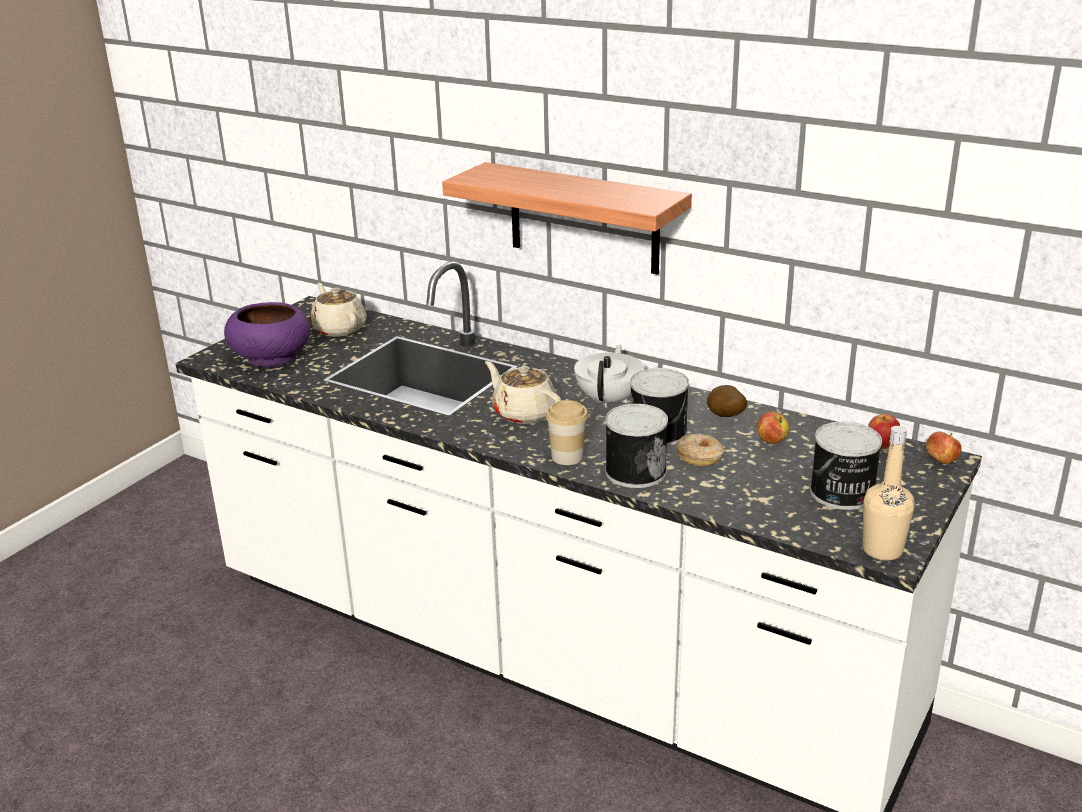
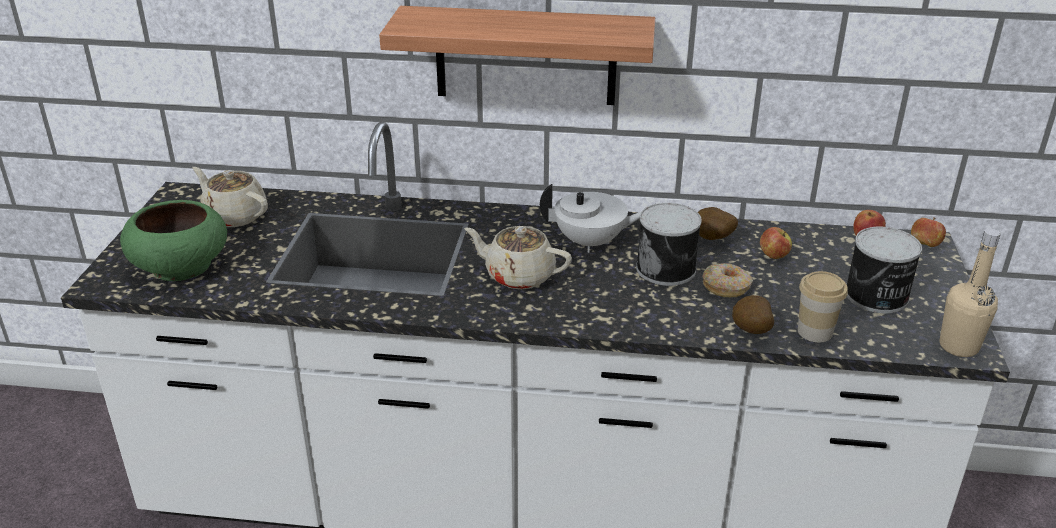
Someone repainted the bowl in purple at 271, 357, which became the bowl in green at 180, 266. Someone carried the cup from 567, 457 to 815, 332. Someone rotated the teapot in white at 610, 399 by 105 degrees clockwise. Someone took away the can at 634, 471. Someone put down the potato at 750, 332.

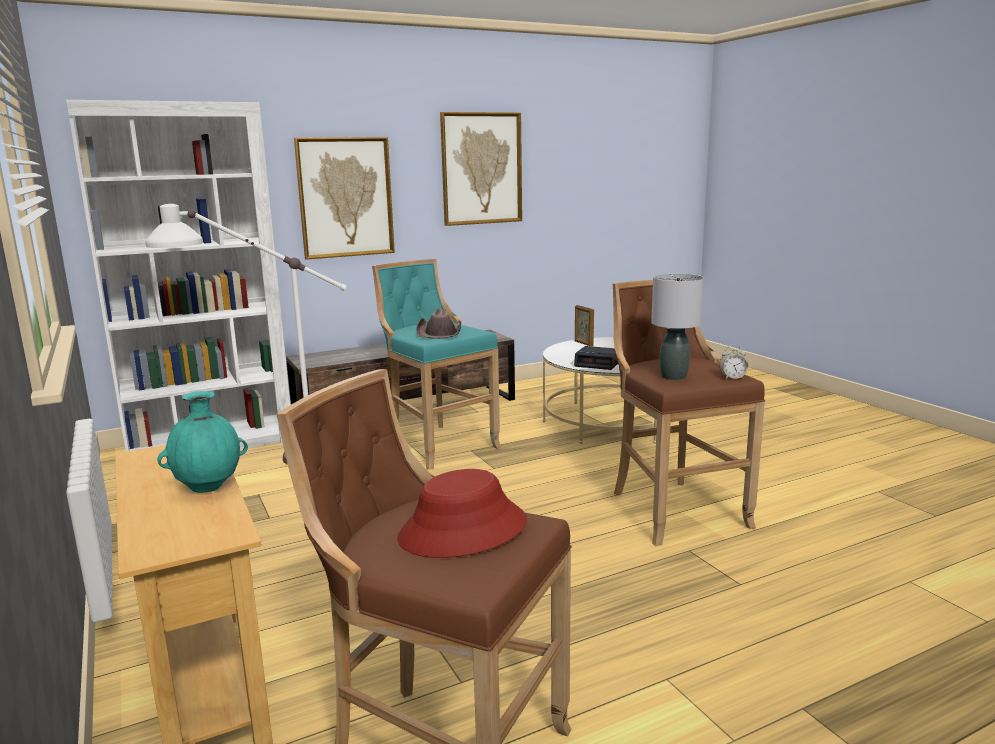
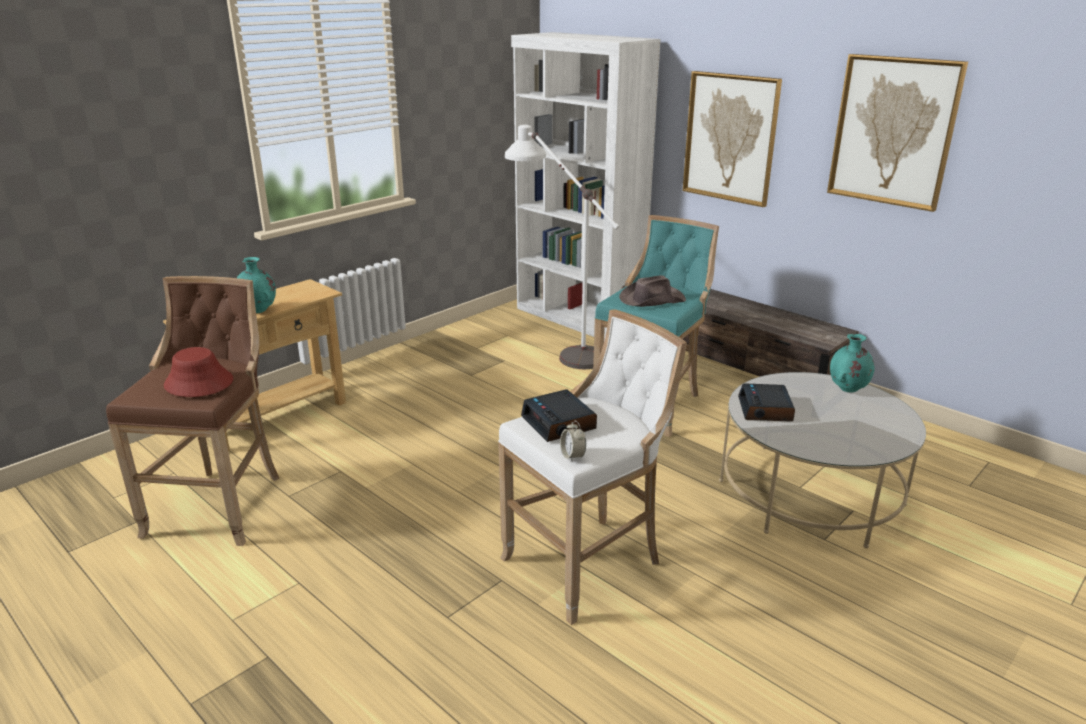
Someone swapped the picture frame at 583, 343 for the vase in turquoise at 847, 389. Someone repainted the stool in brown at 673, 509, which became the stool in white at 588, 562. Someone swapped the table lamp in grey at 674, 376 for the alarm clock at 559, 423.

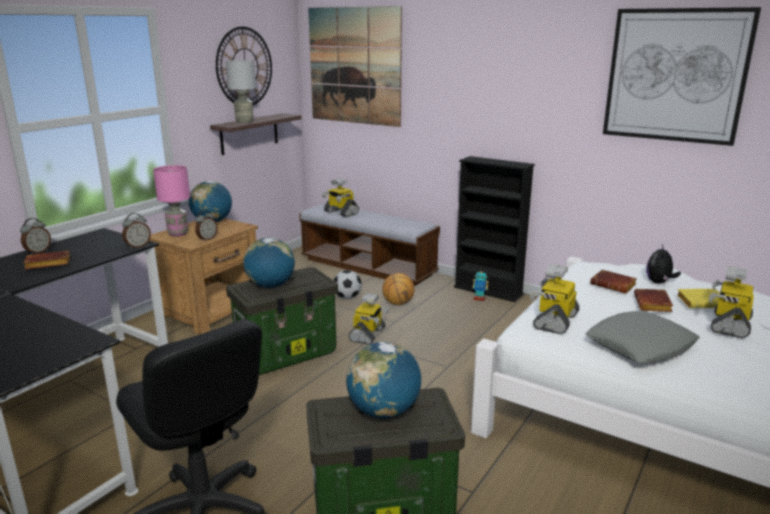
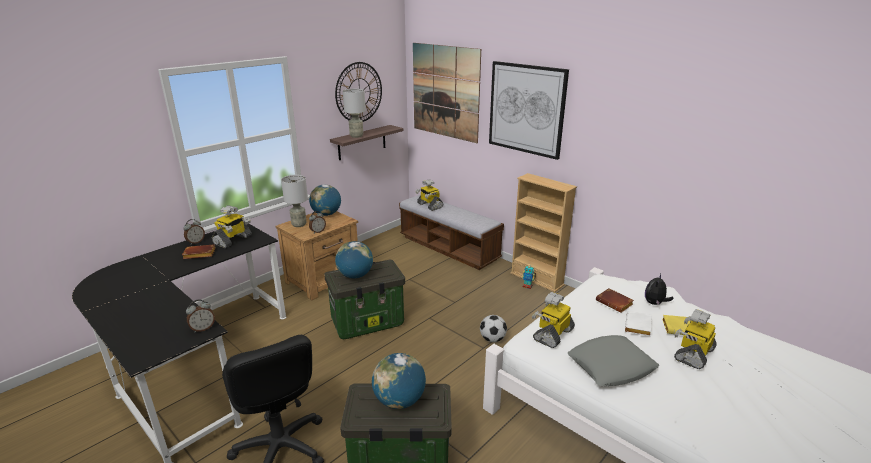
Someone carried the alarm clock from 138, 246 to 203, 328. Someone repainted the table lamp in pink at 177, 234, which became the table lamp in grey at 298, 224. Someone carried the football from 347, 297 to 492, 339. Someone carried the toy robot from 368, 335 to 233, 240. Someone took away the basketball at 398, 303. Someone repainted the bookcase in black at 488, 290, which became the bookcase in beige at 536, 279. Someone carried the picture from 675, 76 to 526, 109. Someone repainted the book in brown at 654, 305, which became the book in white at 639, 327.

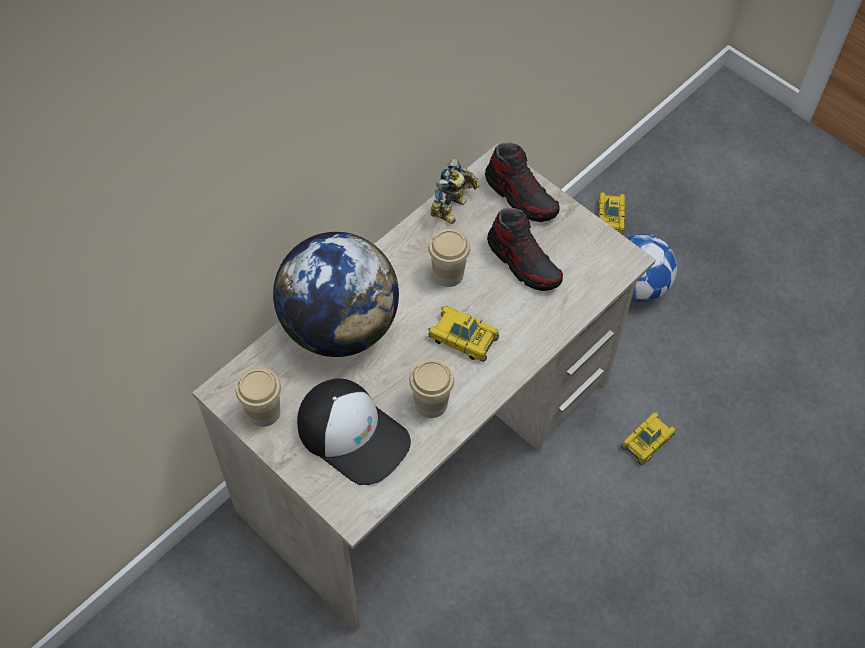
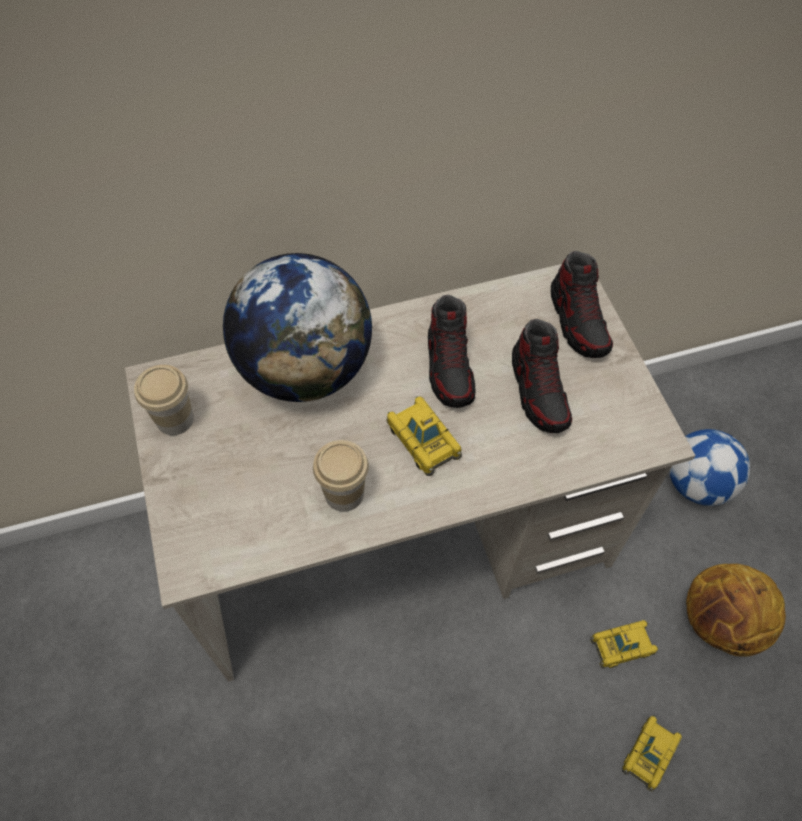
Someone took away the cap at 353, 434. Someone swapped the cup at 448, 274 for the shoe at 450, 366. Someone took away the toy robot at 453, 208. Someone carried the toy car from 610, 217 to 650, 753. Someone put down the basketball at 720, 623.

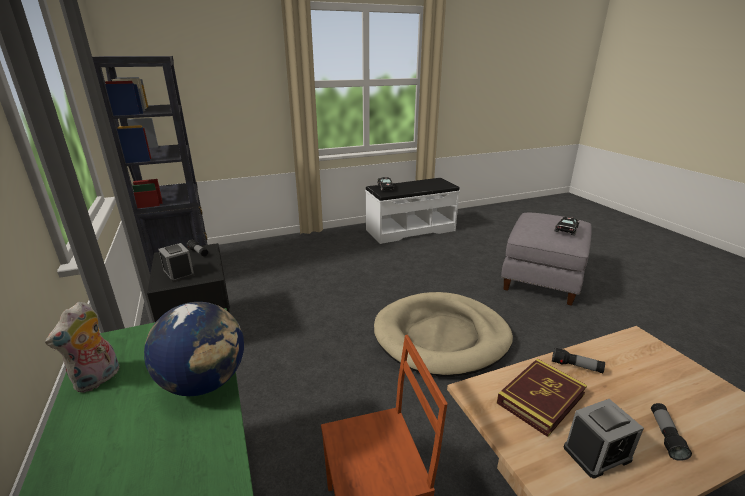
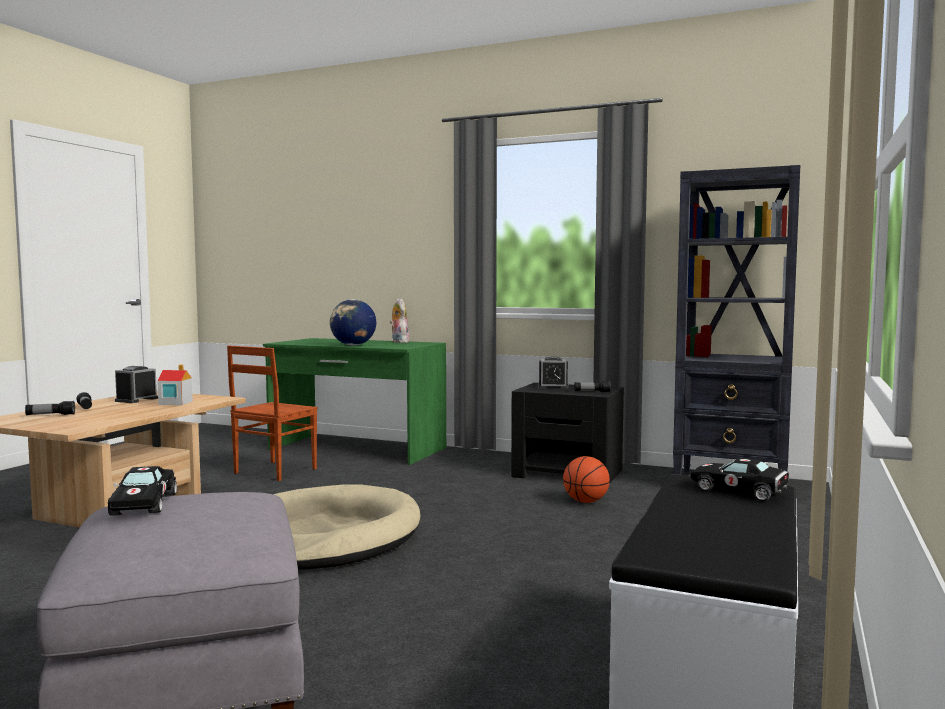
Someone swapped the book at 540, 399 for the toy house at 175, 403. Someone carried the flashlight from 576, 366 to 50, 415. Someone put down the basketball at 586, 502.

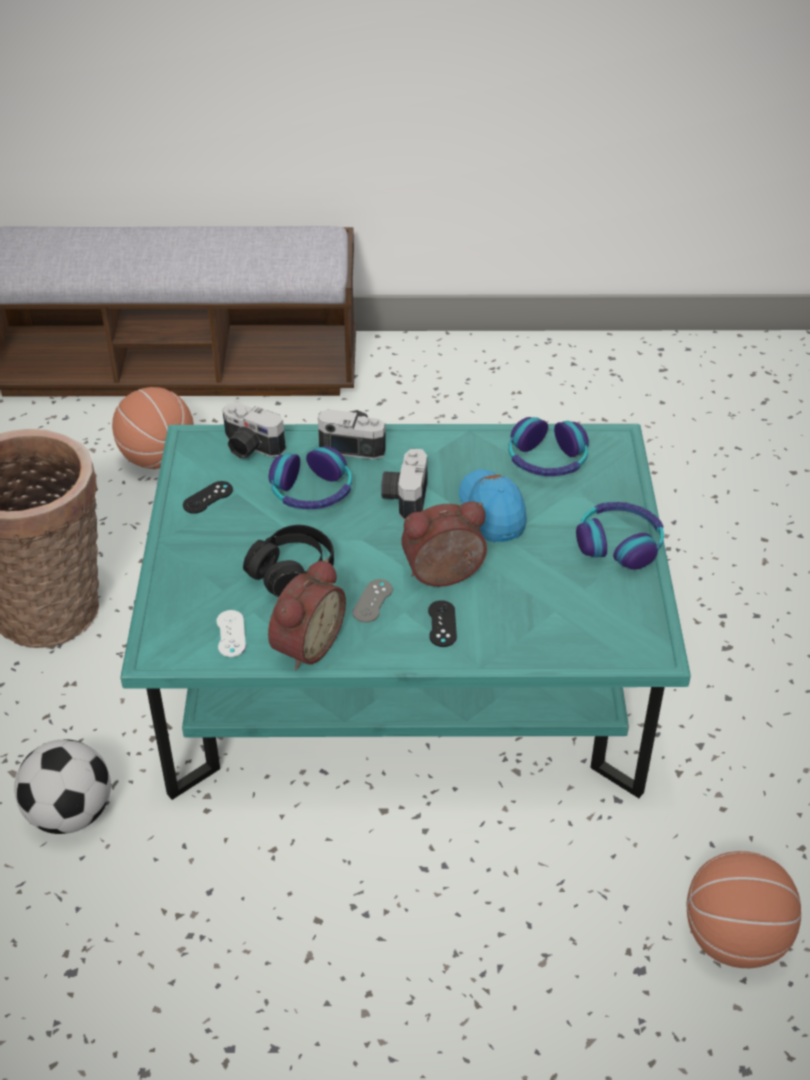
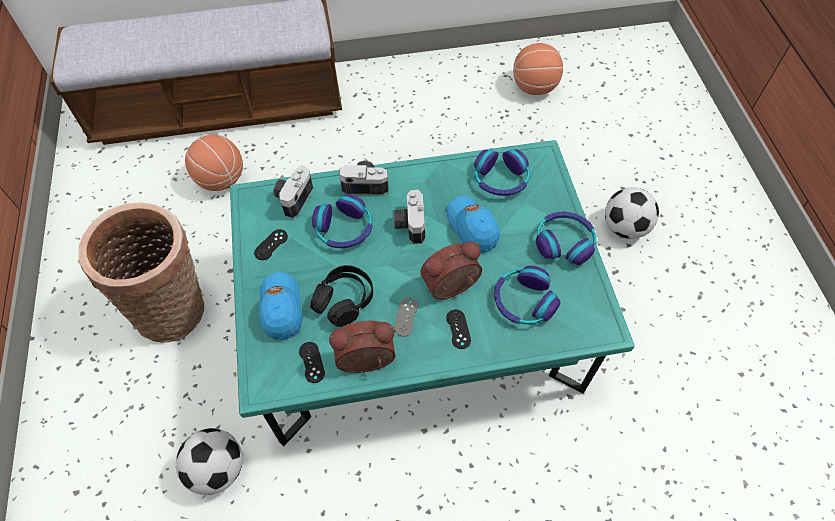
Someone repainted the game controller in white at 231, 634, which became the game controller in black at 312, 362. Someone rotated the photo camera at 250, 448 by 90 degrees clockwise. Someone rotated the alarm clock at 304, 644 by 120 degrees counterclockwise. Someone carried the basketball from 735, 938 to 534, 87. Someone put down the cap in blue at 281, 309. Someone put down the headphones at 523, 301. Someone put down the football at 624, 228.

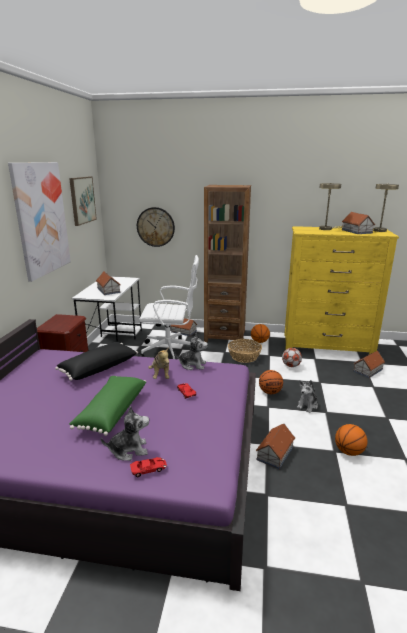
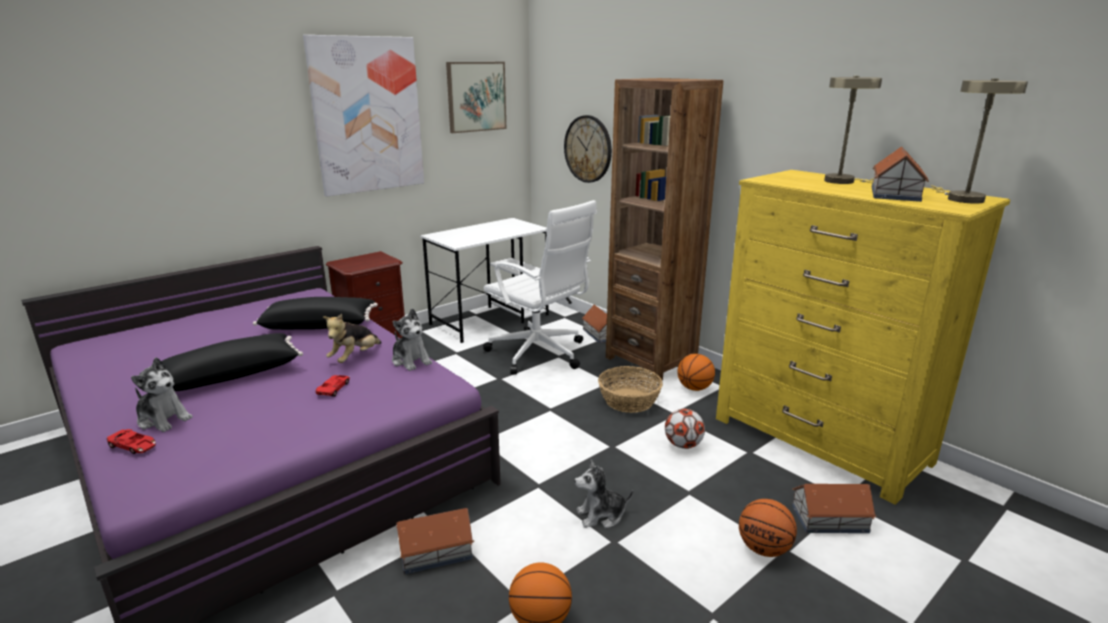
Someone repainted the pillow in green at 111, 412, which became the pillow in black at 232, 375. Someone took away the toy house at 108, 290. Someone carried the basketball from 270, 392 to 764, 549.

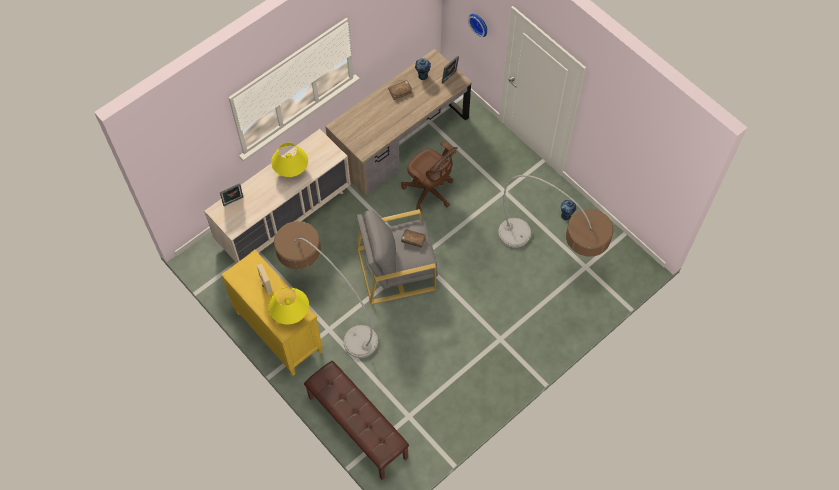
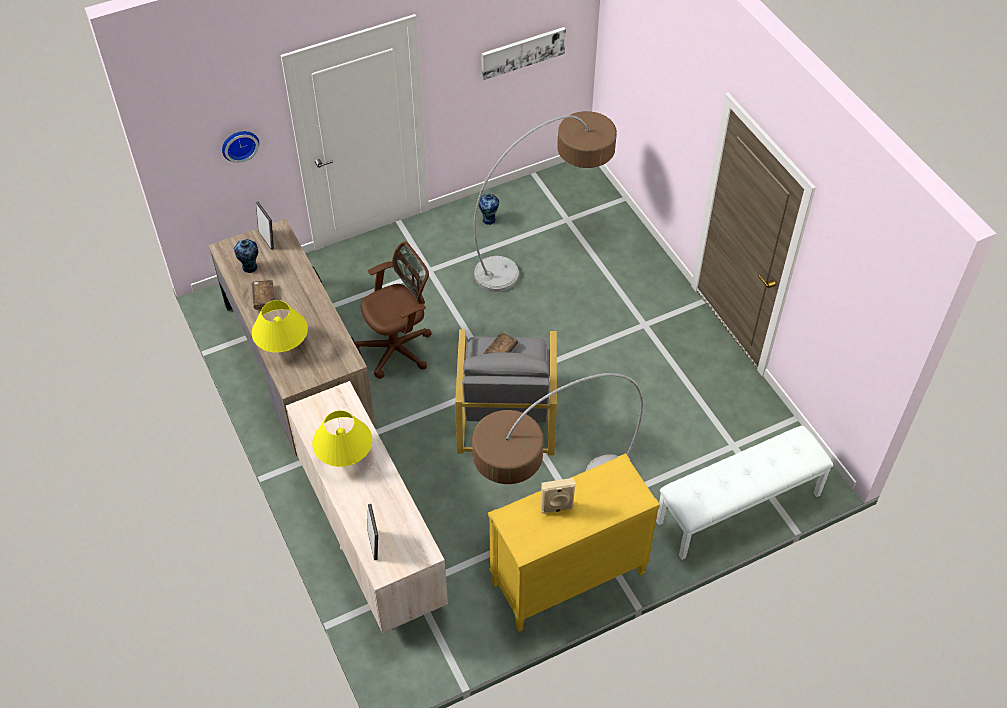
Someone carried the table lamp in yellow from 290, 313 to 283, 345. Someone repainted the bench in brown at 357, 427, which became the bench in white at 738, 509. Someone put up the picture at 522, 52.

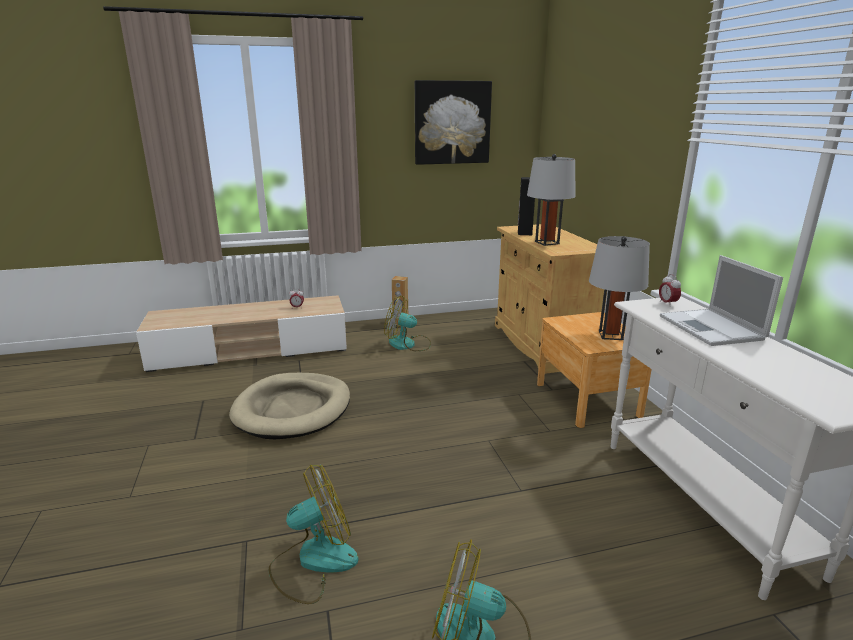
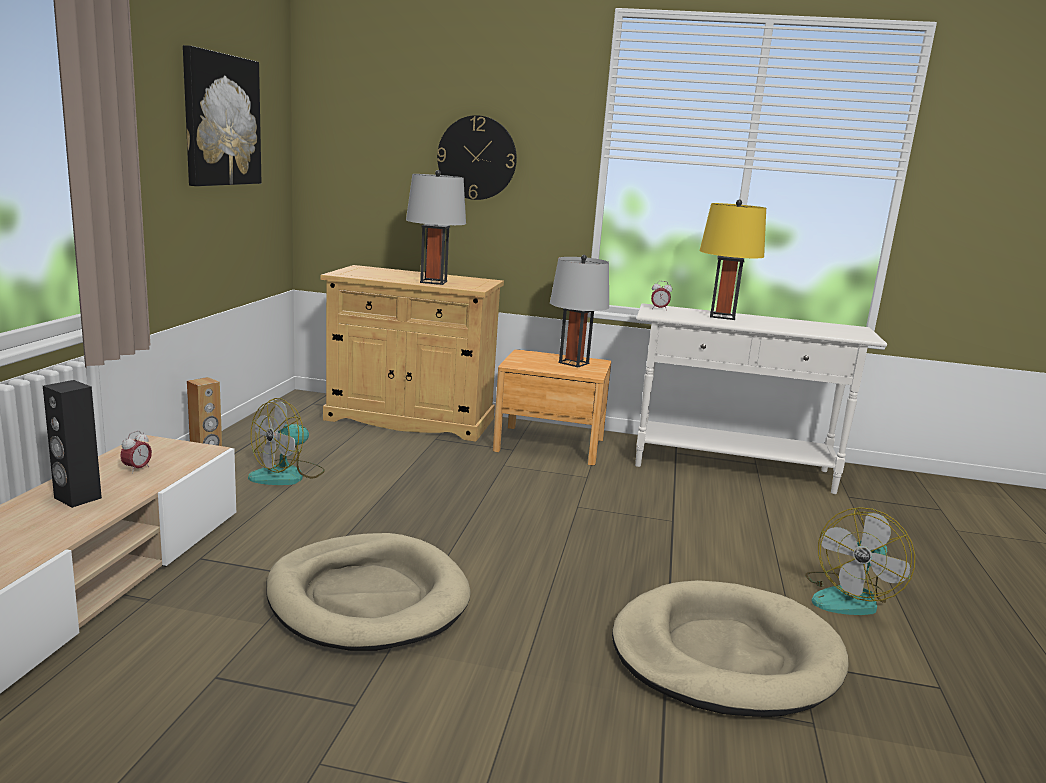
Someone swapped the fan at 313, 561 for the dog bed in beige at 724, 655. Someone carried the speaker in black from 524, 233 to 77, 498. Someone swapped the laptop at 712, 328 for the table lamp in yellow at 722, 316. Someone put up the wall clock at 477, 158.

